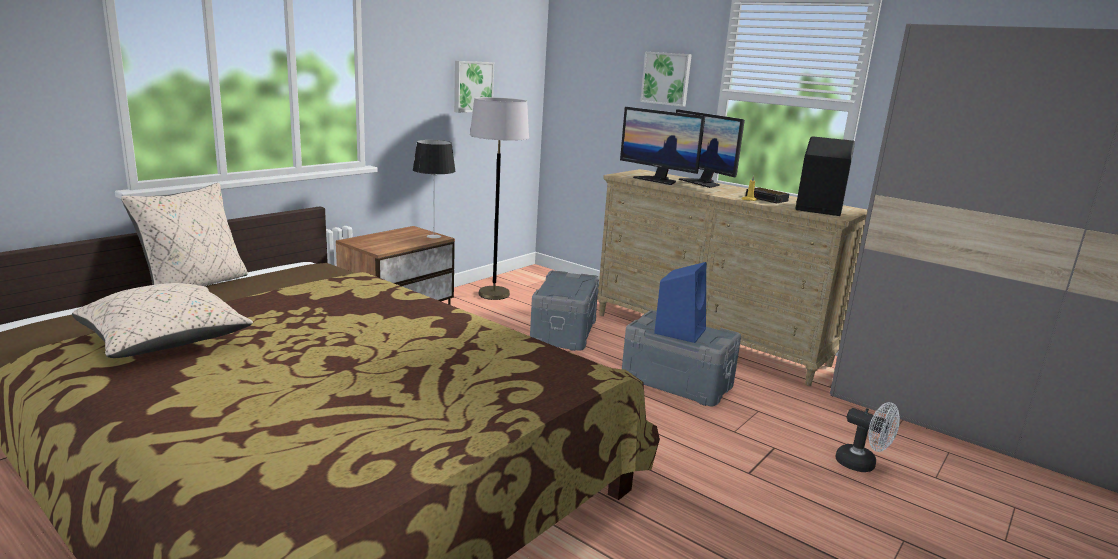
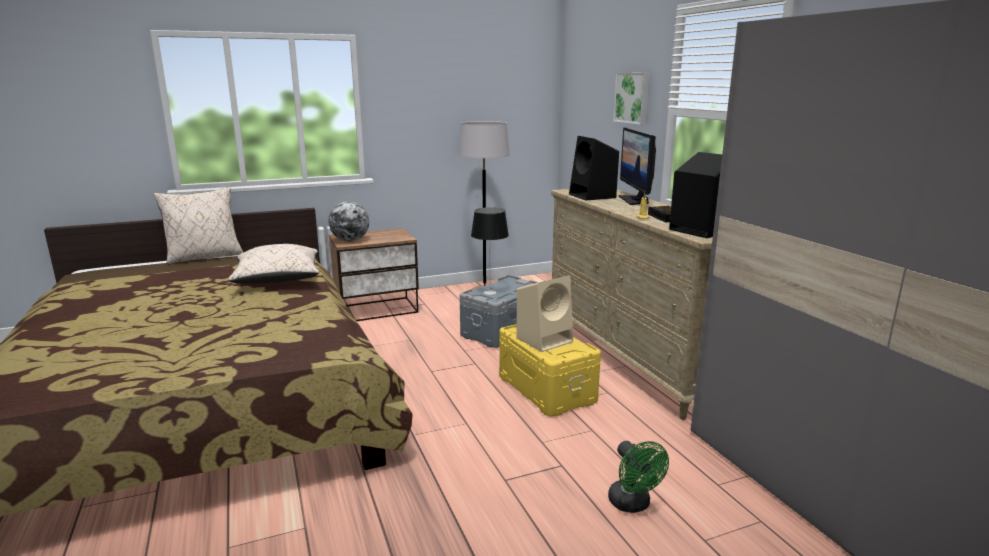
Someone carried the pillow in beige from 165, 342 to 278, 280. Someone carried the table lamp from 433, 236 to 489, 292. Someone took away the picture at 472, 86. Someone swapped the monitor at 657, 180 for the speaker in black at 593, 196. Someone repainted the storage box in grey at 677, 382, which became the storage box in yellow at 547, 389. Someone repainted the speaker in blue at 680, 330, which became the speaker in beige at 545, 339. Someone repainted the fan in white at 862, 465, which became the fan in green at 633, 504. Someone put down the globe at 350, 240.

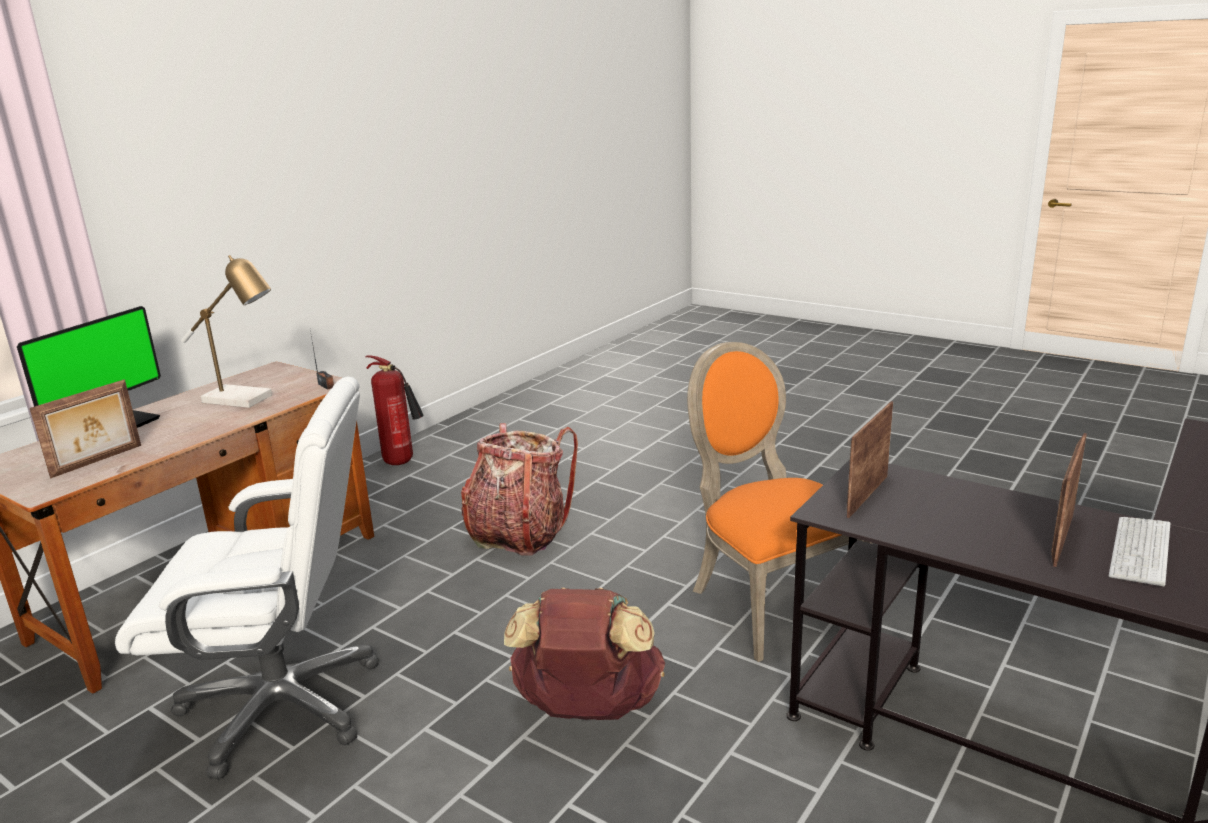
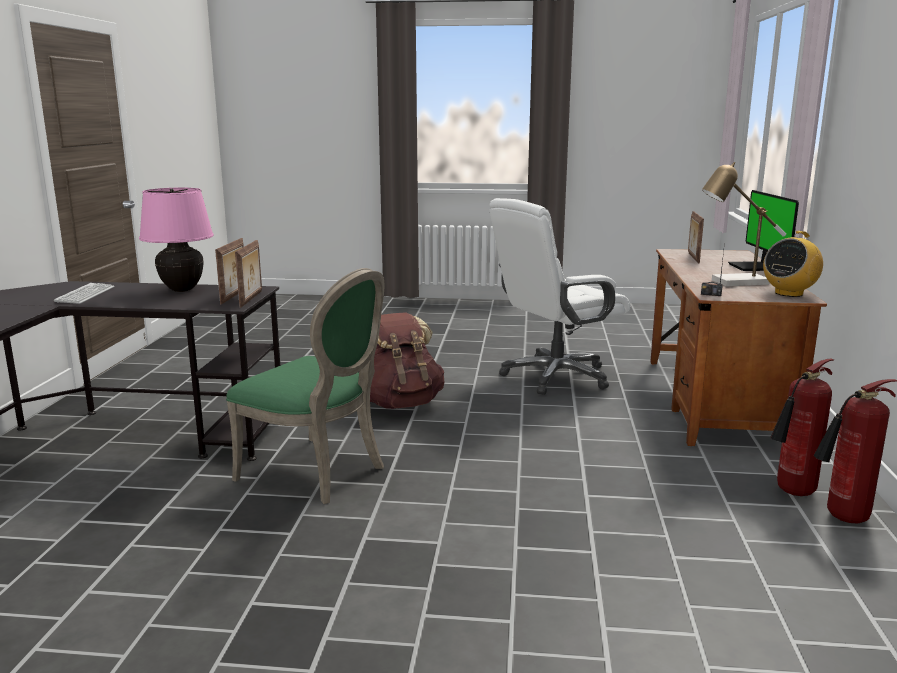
Someone took away the backpack at 519, 535. Someone repainted the chair in orange at 768, 601, which became the chair in green at 318, 472. Someone carried the picture frame from 1061, 539 to 252, 299. Someone put down the table lamp in pink at 182, 289. Someone put down the radio at 789, 293. Someone put down the fire extinguisher at 792, 493.

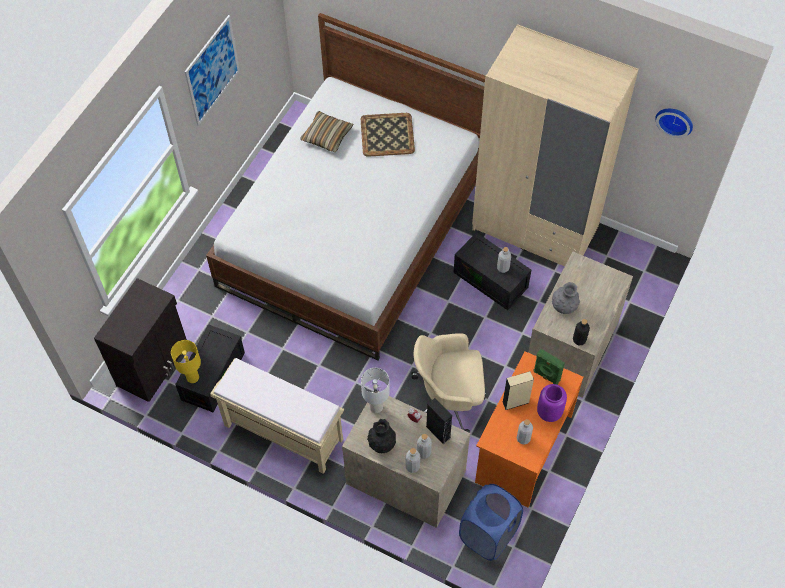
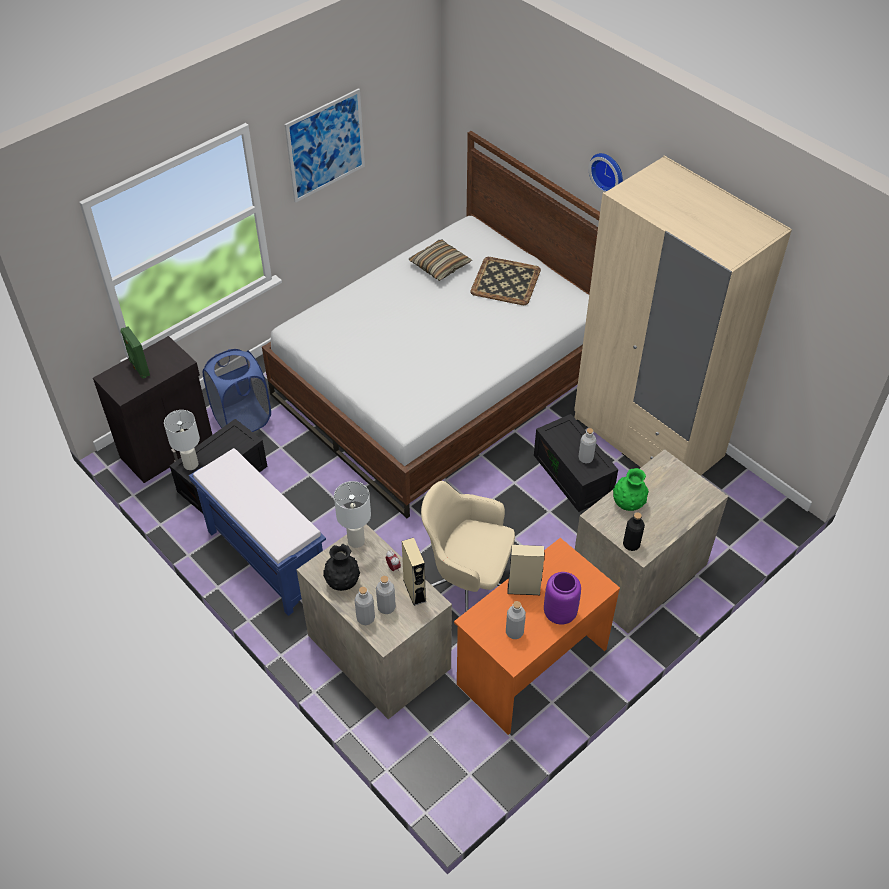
Someone repainted the table lamp in yellow at 193, 377, which became the table lamp in white at 191, 464. Someone repainted the bench in beige at 282, 432, which became the bench in blue at 265, 558. Someone repainted the speaker in black at 438, 432, which became the speaker in beige at 414, 590. Someone carried the laundry basket in blue from 488, 535 to 242, 419. Someone carried the speaker in green from 546, 376 to 139, 368. Someone repainted the vase in grey at 564, 307, which became the vase in green at 628, 504. Someone carried the wall clock from 675, 120 to 608, 172.

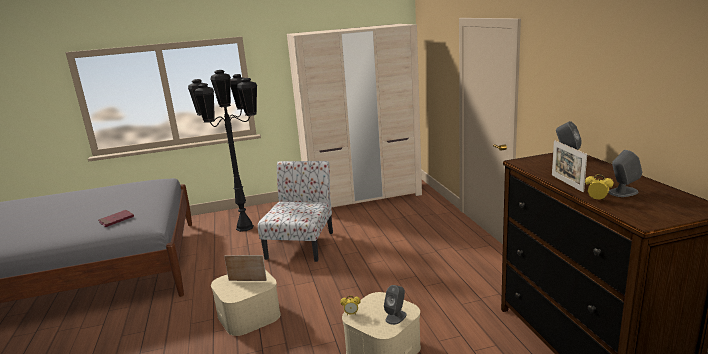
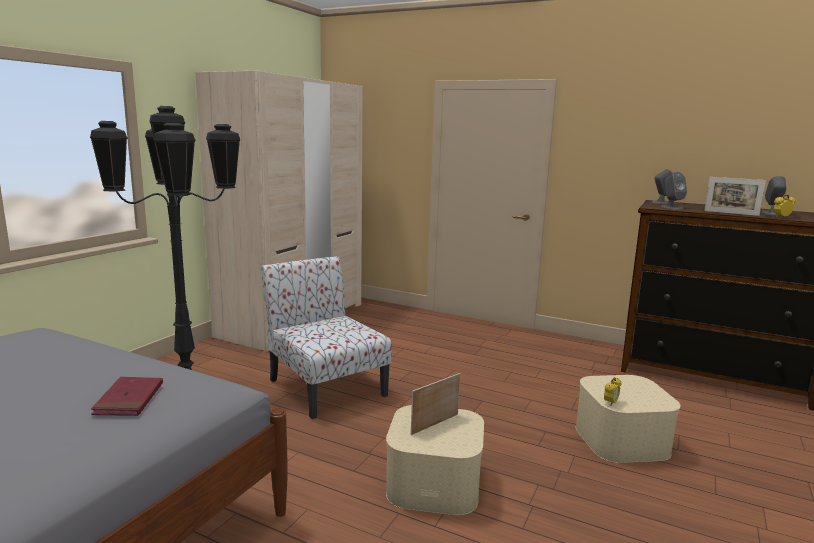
Someone carried the speaker in grey from 396, 317 to 671, 207.

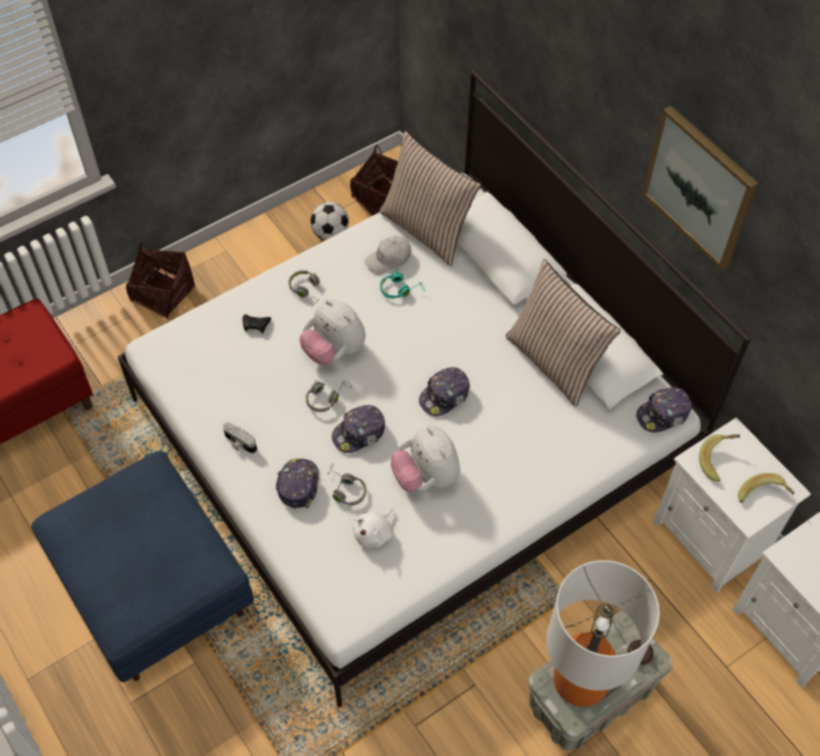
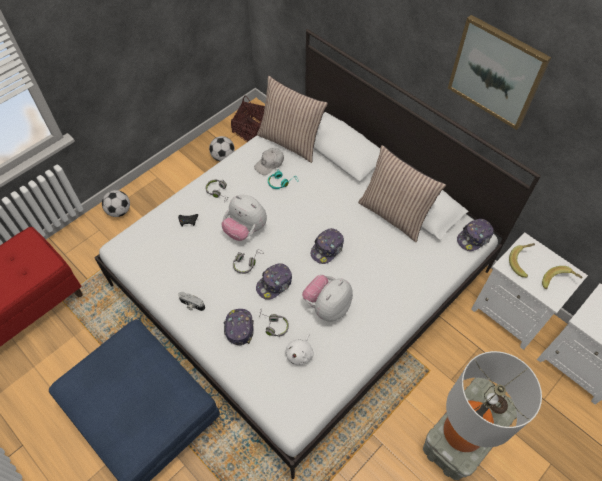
Someone swapped the basket at 162, 293 for the football at 119, 211. Someone rotated the plush toy at 426, 476 by 75 degrees clockwise.

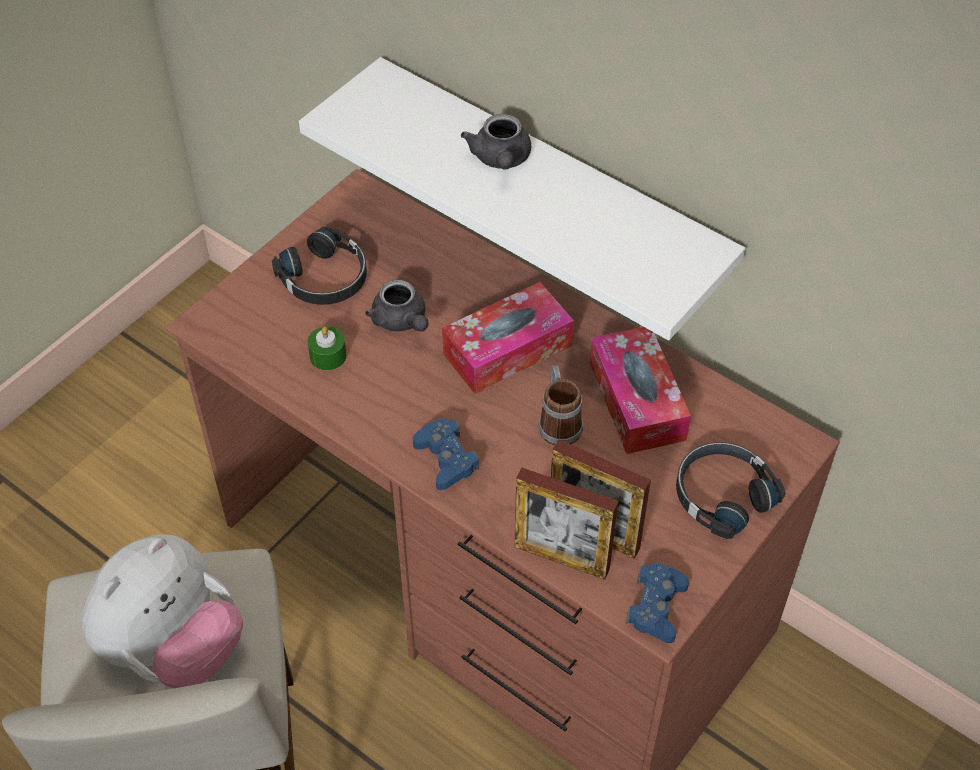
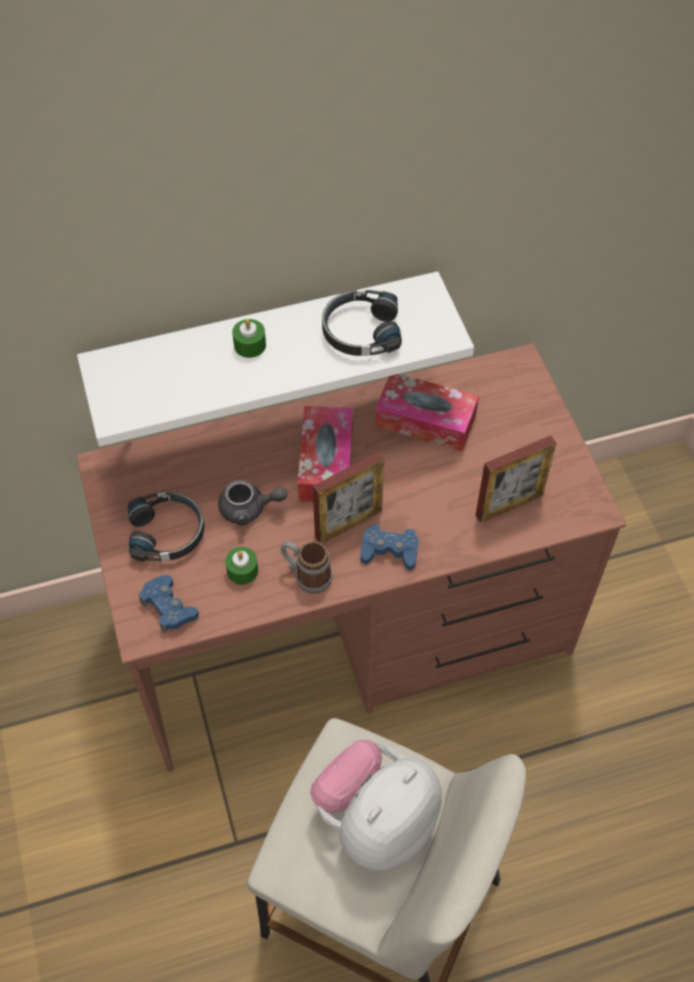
Someone rotated the plush toy at 174, 647 by 120 degrees counterclockwise. Someone swapped the teapot in grey at 500, 160 for the candle in green at 250, 345. Someone carried the picture frame from 561, 558 to 348, 524. Someone carried the mug from 558, 421 to 307, 575. Someone carried the game controller in blue from 656, 607 to 169, 607. Someone carried the headphones in black from 722, 494 to 360, 331.

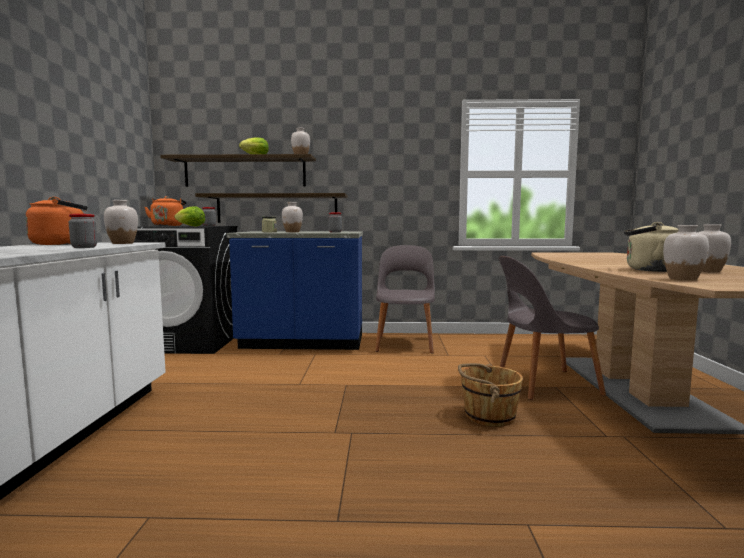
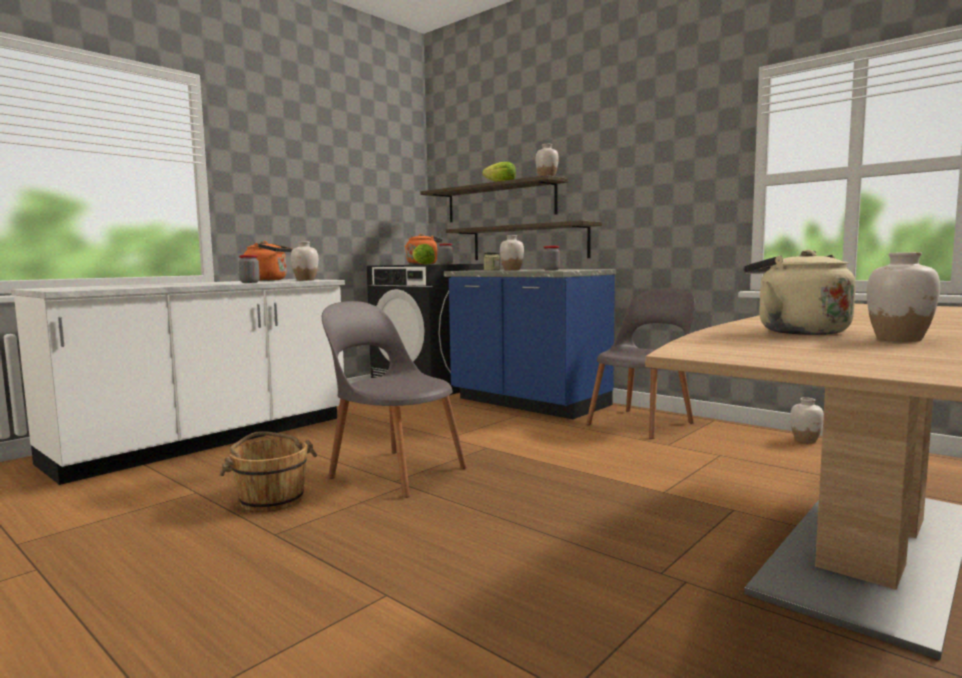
Someone carried the bucket in brown from 488, 415 to 271, 499. Someone carried the chair in grey from 543, 384 to 394, 471. Someone carried the vase in white from 682, 278 to 805, 440.

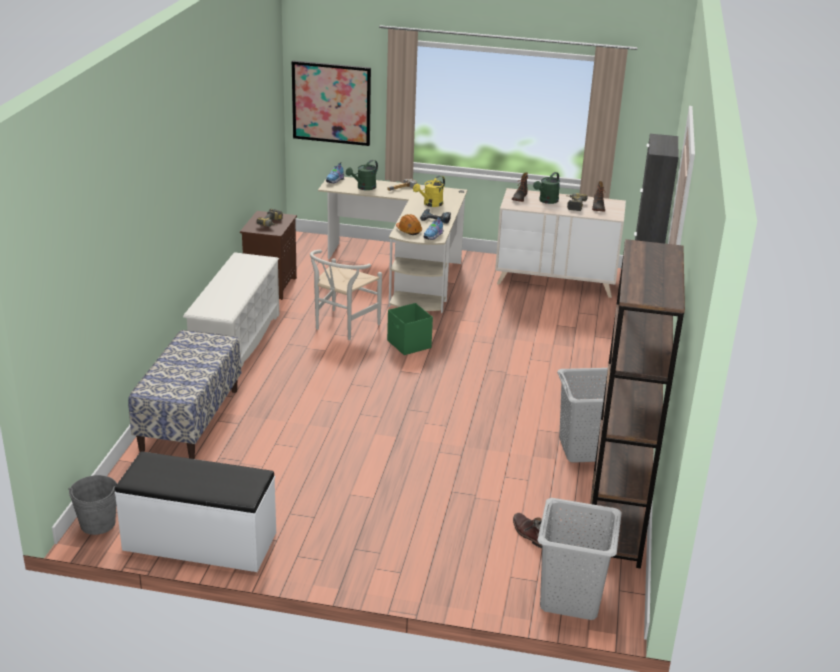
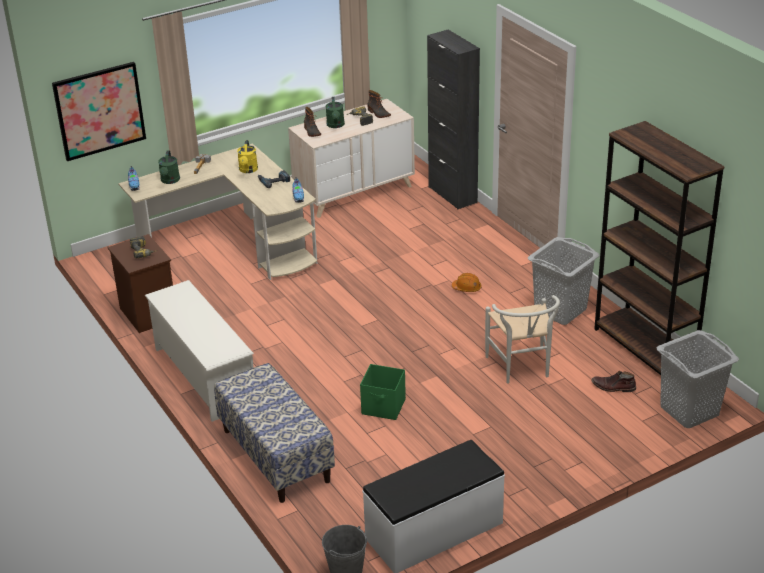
Someone carried the chair in white from 342, 327 to 522, 369. Someone carried the storage box in green from 409, 344 to 384, 407. Someone carried the hard hat in orange from 409, 230 to 467, 288.

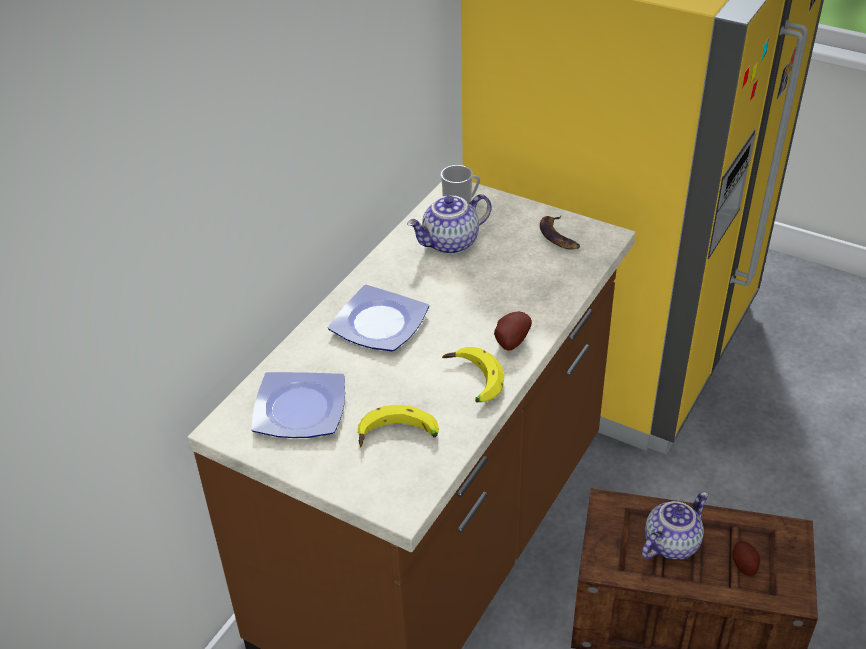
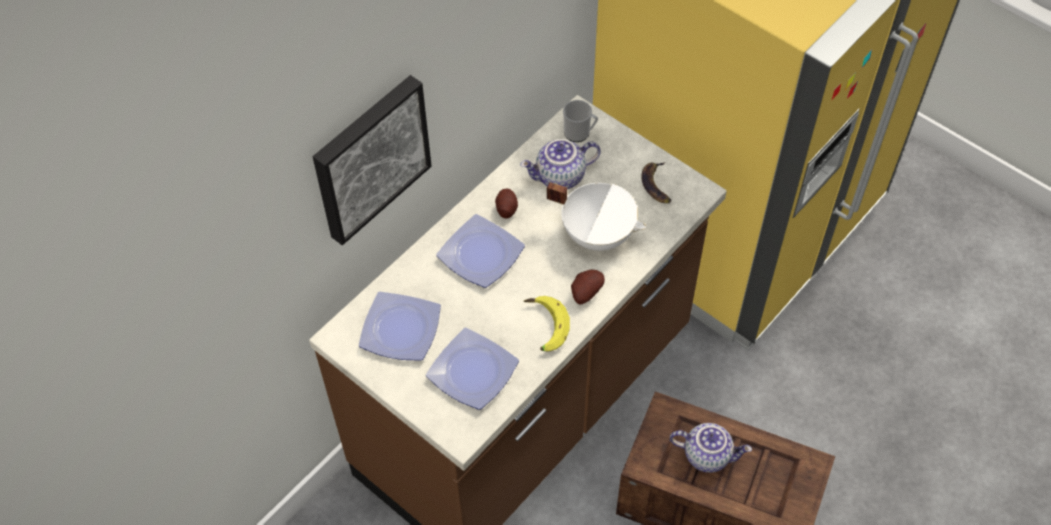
Someone swapped the banana at 397, 437 for the plate at 472, 370. Someone rotated the teapot at 670, 543 by 45 degrees clockwise. Someone carried the potato from 744, 564 to 506, 209. Someone put up the picture at 369, 157. Someone put down the cooking pot in white at 598, 233.

